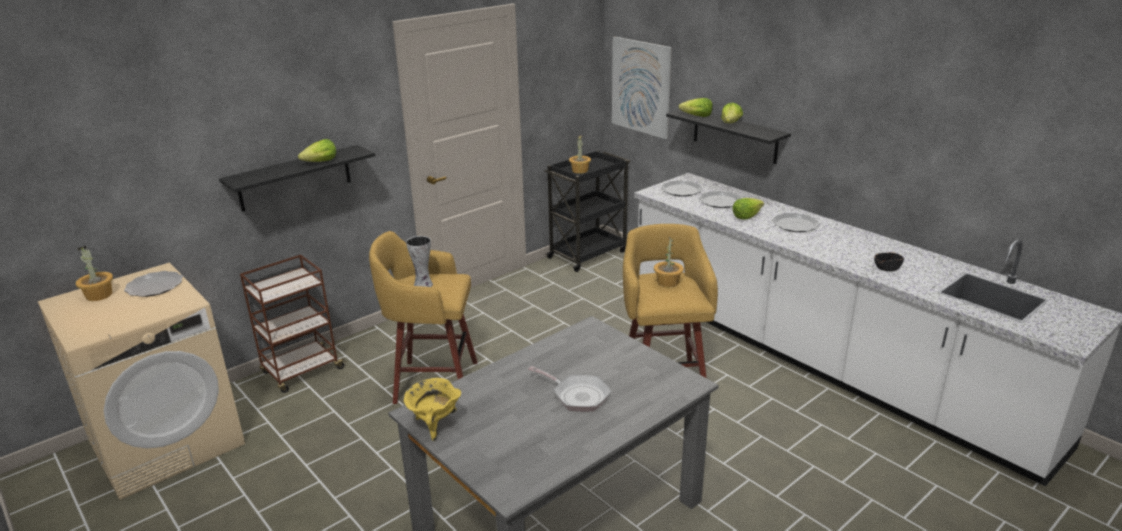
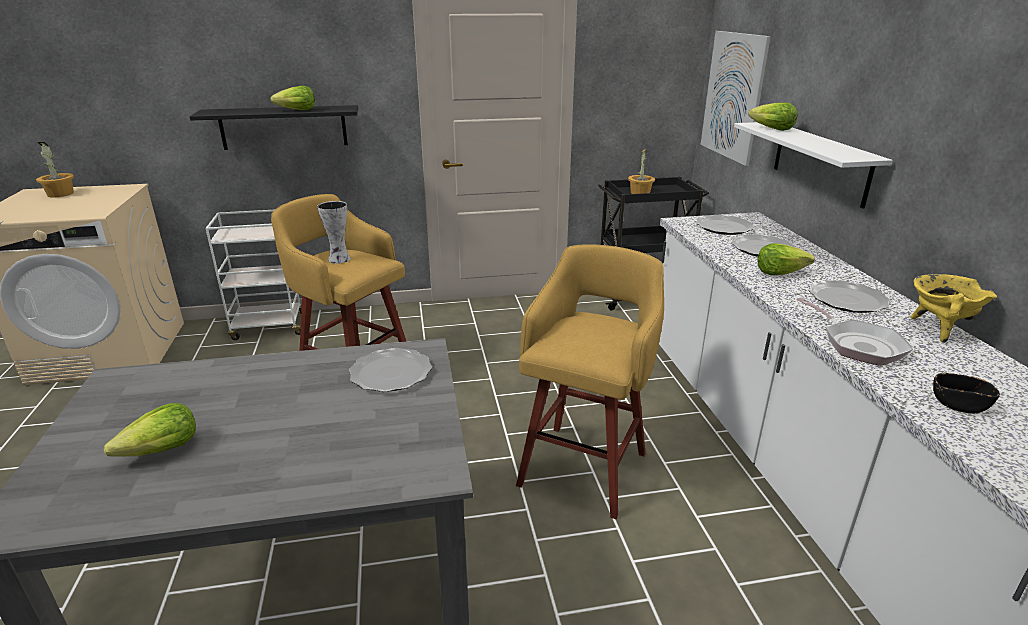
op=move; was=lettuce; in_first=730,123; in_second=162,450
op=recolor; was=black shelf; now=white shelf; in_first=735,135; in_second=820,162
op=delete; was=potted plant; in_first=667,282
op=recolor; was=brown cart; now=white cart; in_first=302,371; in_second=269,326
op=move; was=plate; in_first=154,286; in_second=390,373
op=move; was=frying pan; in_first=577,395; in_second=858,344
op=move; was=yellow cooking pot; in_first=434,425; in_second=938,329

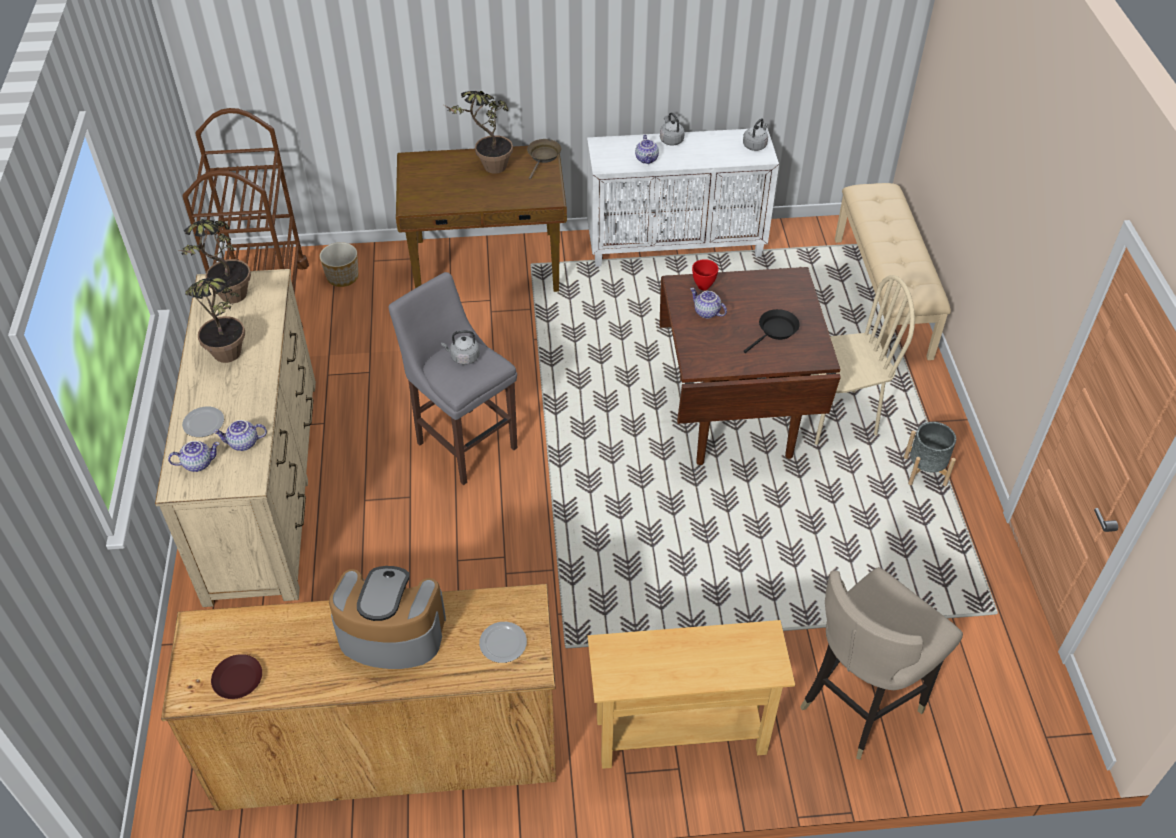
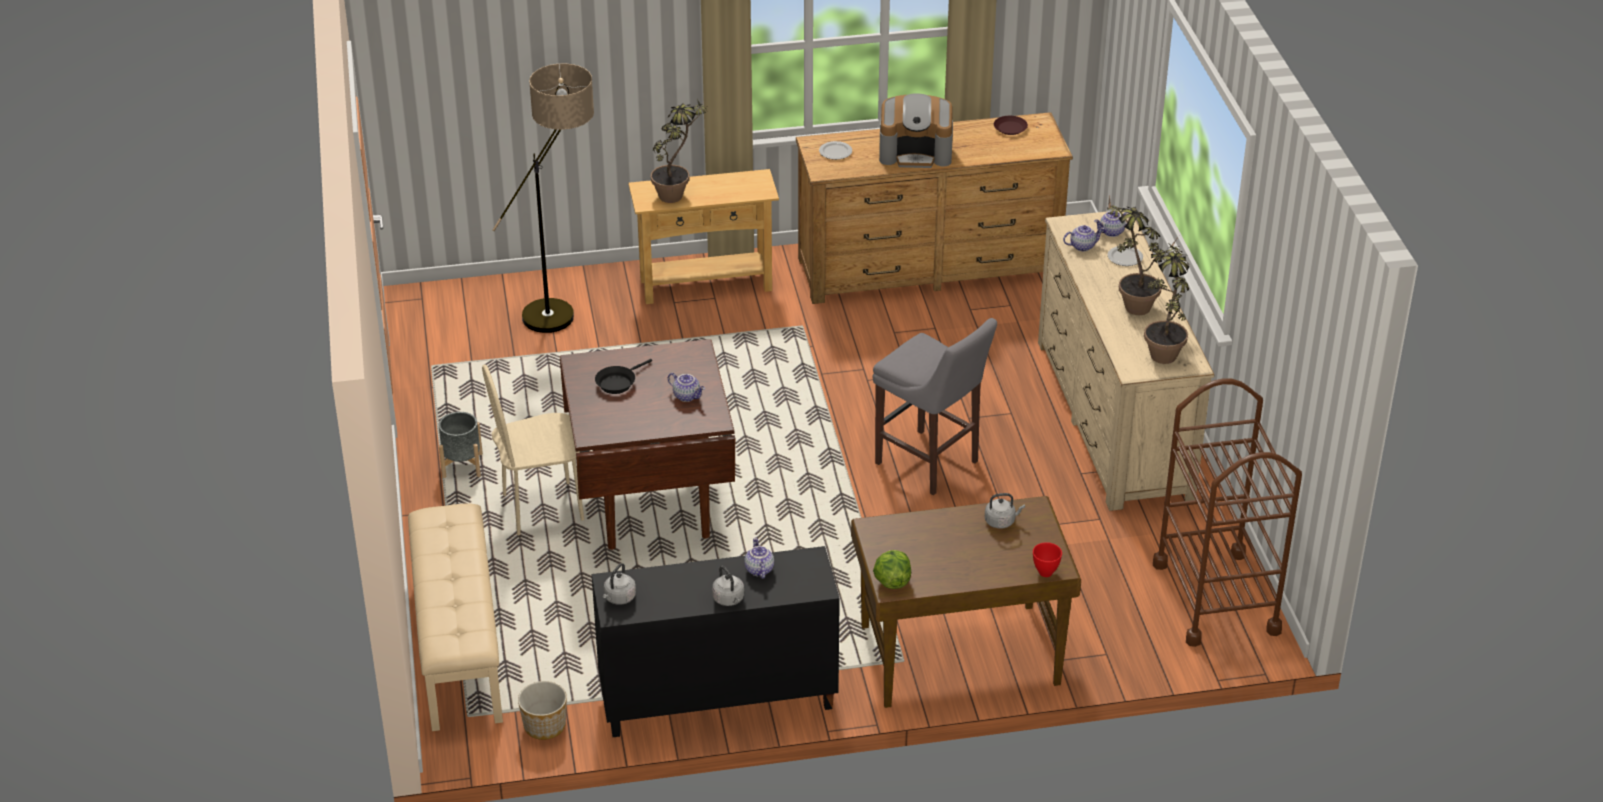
op=move; was=potted plant; in_first=487,170; in_second=677,193
op=recolor; was=white cabinet; now=black cabinet; in_first=676,245; in_second=716,700
op=replace; was=brown frying pan; now=lettuce; in_first=543,157; in_second=892,581
op=move; was=planter; in_first=343,277; in_second=544,726
op=move; was=red bowl; in_first=704,286; in_second=1044,572
op=move; was=grey kettle; in_first=463,357; in_second=1001,521
op=replace; was=beige stool; now=floor lamp; in_first=859,704; in_second=563,308

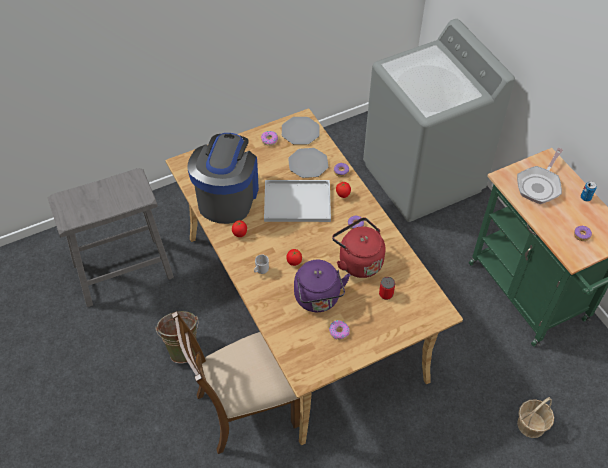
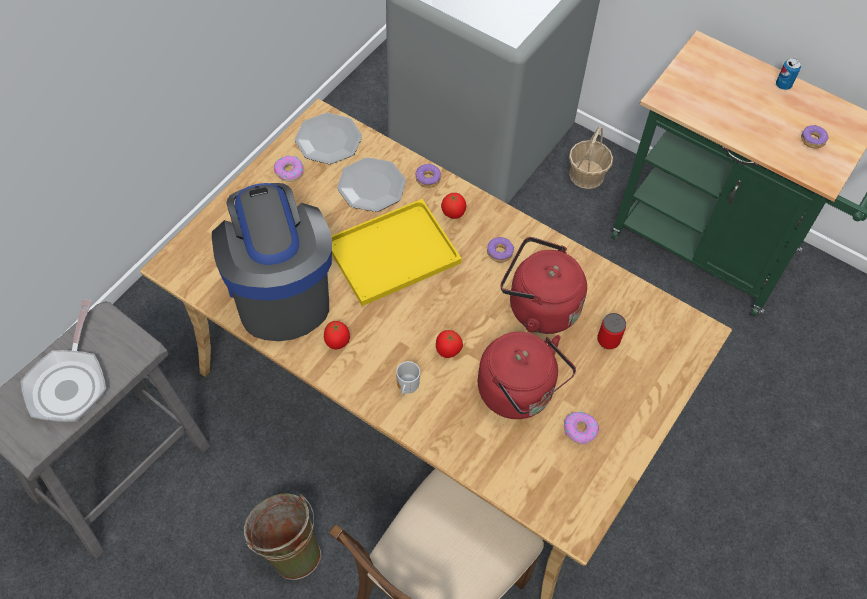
op=move; was=frying pan; in_first=539,185; in_second=69,383
op=recolor; was=white tray; now=yellow tray; in_first=296,202; in_second=391,255
op=recolor; was=purple kettle; now=red kettle; in_first=318,299; in_second=519,393
op=move; was=basket; in_first=531,424; in_second=587,175

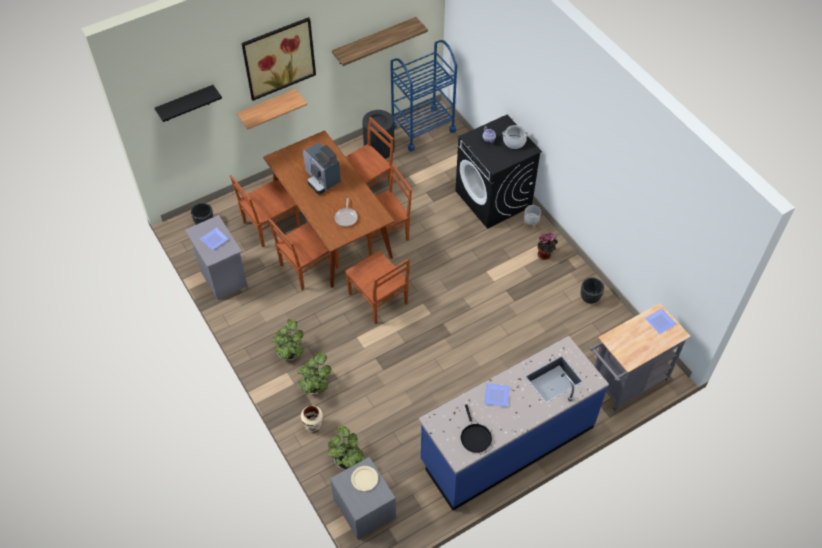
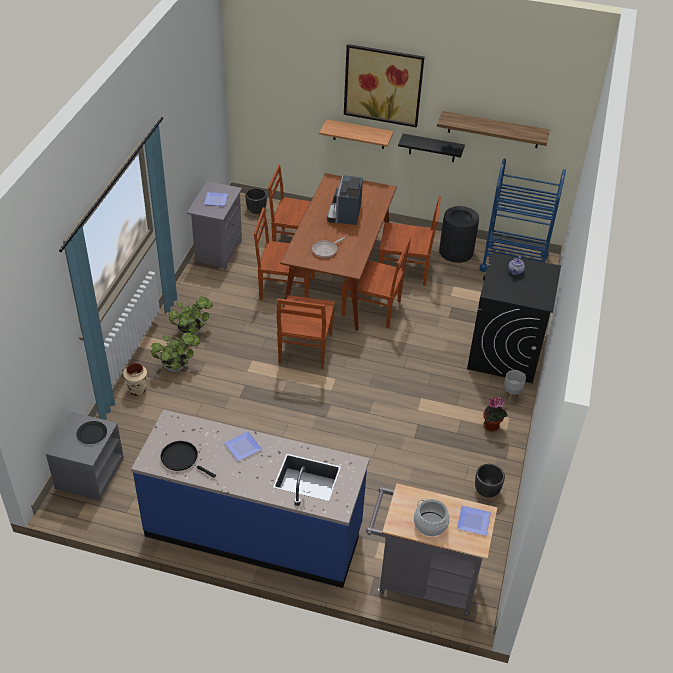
op=move; was=black shelf; in_first=186,104; in_second=432,148
op=move; was=cooking pot; in_first=514,142; in_second=430,524
op=rotate; was=black frying pan; in_first=475,437; in_second=182,459; clockwise=90
op=delete; was=potted plant; in_first=347,460
op=recolor; was=beige plate; now=black plate; in_first=364,478; in_second=92,433

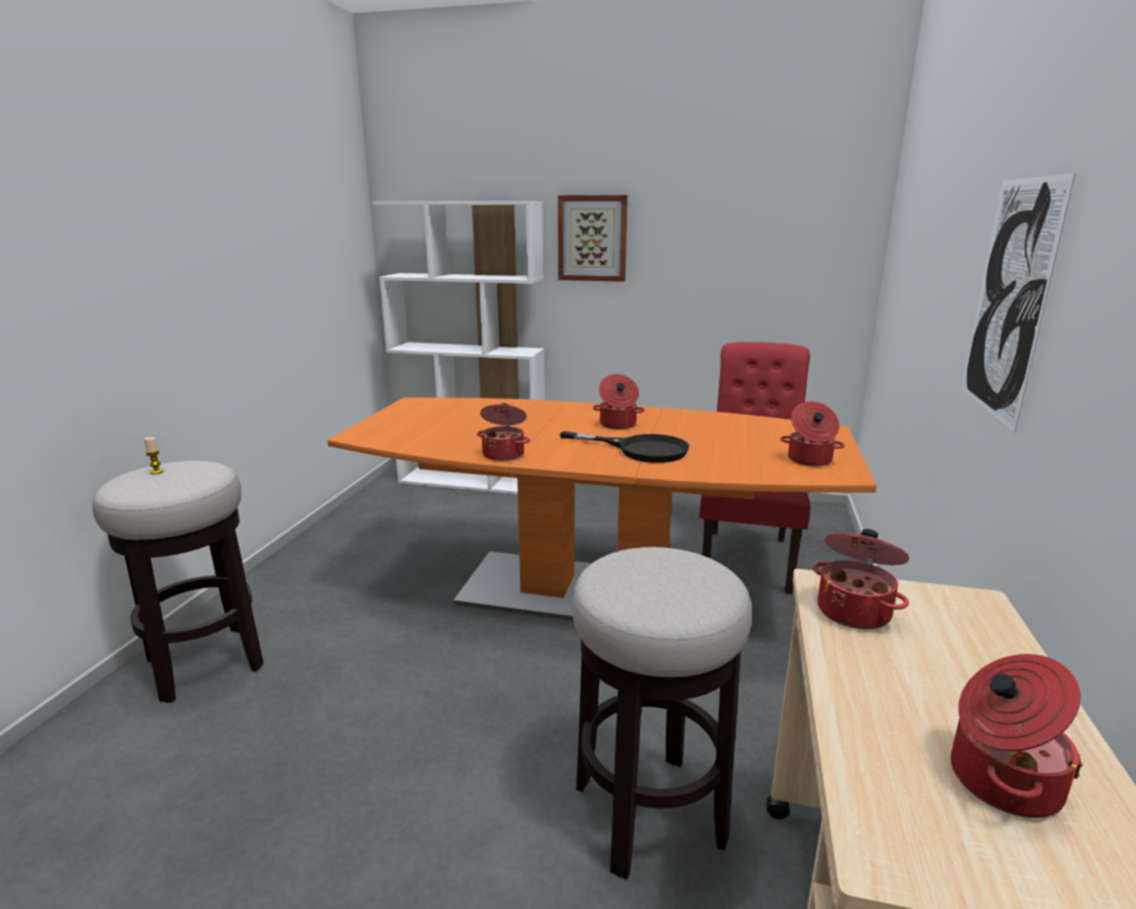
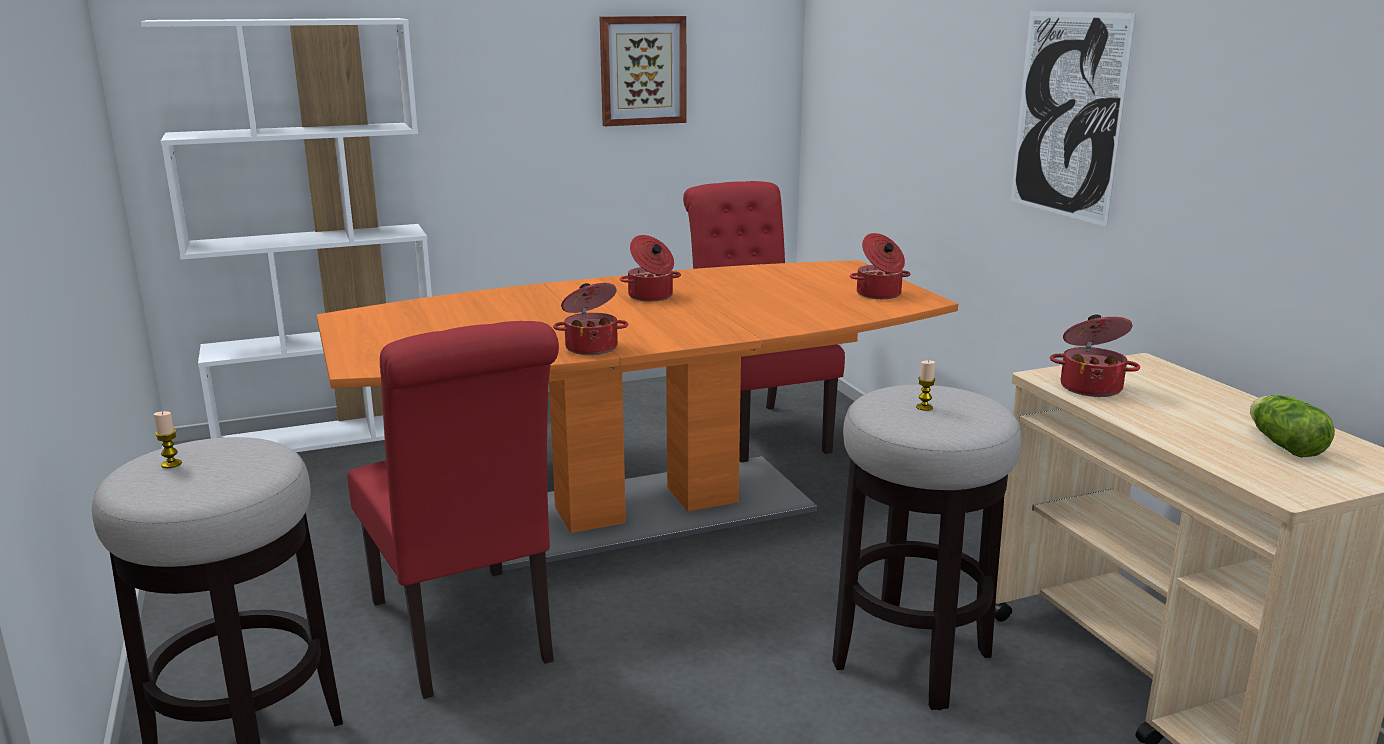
op=move; was=picture; in_first=592,238; in_second=642,70
op=delete; was=black frying pan; in_first=640,449
op=replace; was=cooking pot; now=lettuce; in_first=1000,779; in_second=1282,444
op=insert; now=red chair; in_second=466,636
op=insert; now=candle; in_second=924,407

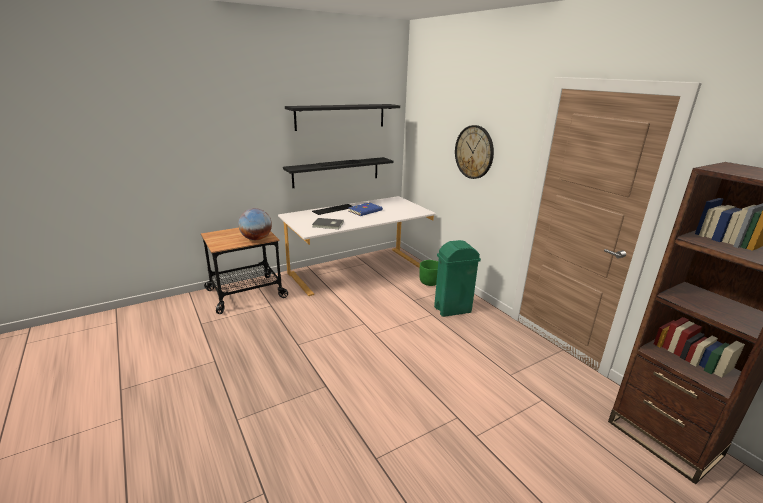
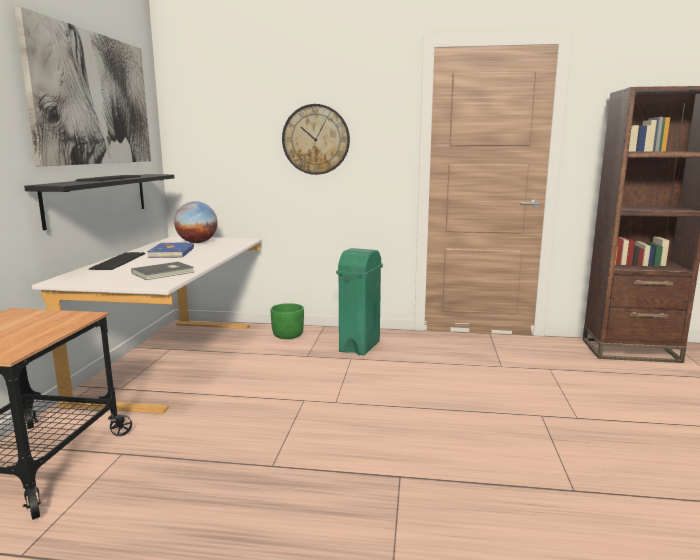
op=replace; was=black shelf; now=picture; in_first=340,116; in_second=93,99
op=move; was=globe; in_first=256,239; in_second=197,242

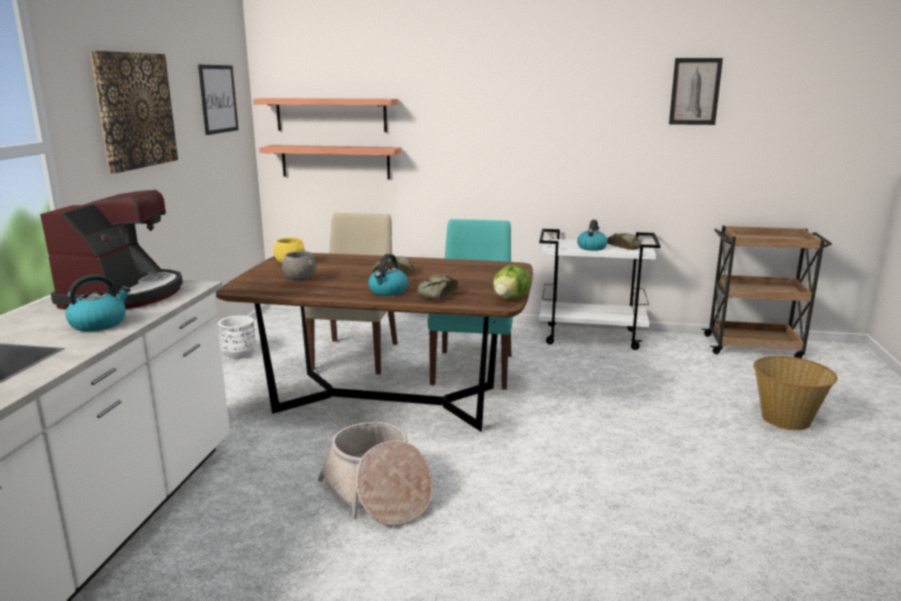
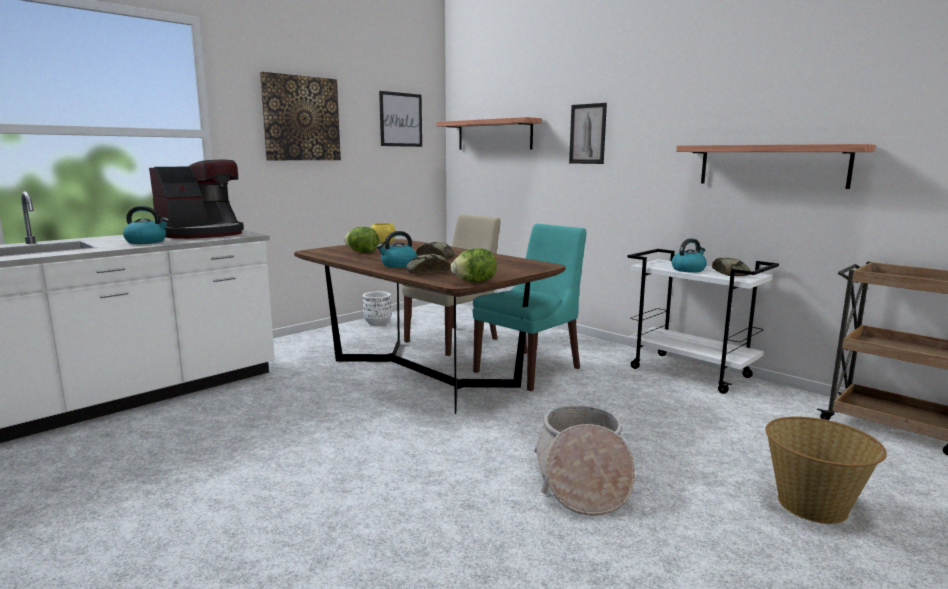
op=move; was=picture; in_first=695,91; in_second=587,134
op=move; was=shelf; in_first=335,162; in_second=771,165
op=replace; was=grey bowl; now=lettuce; in_first=300,280; in_second=362,252
op=move; was=basket; in_first=378,494; in_second=581,480

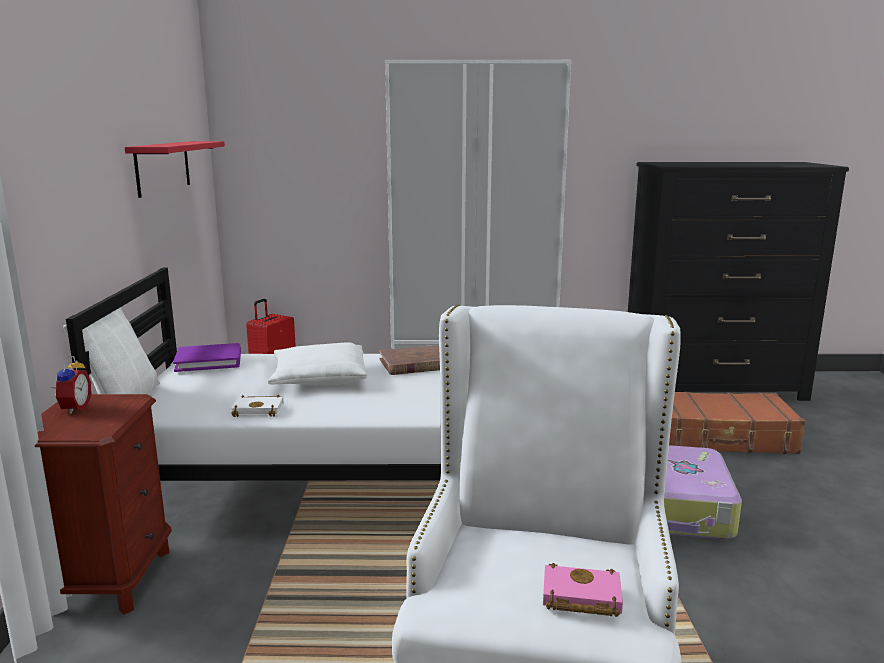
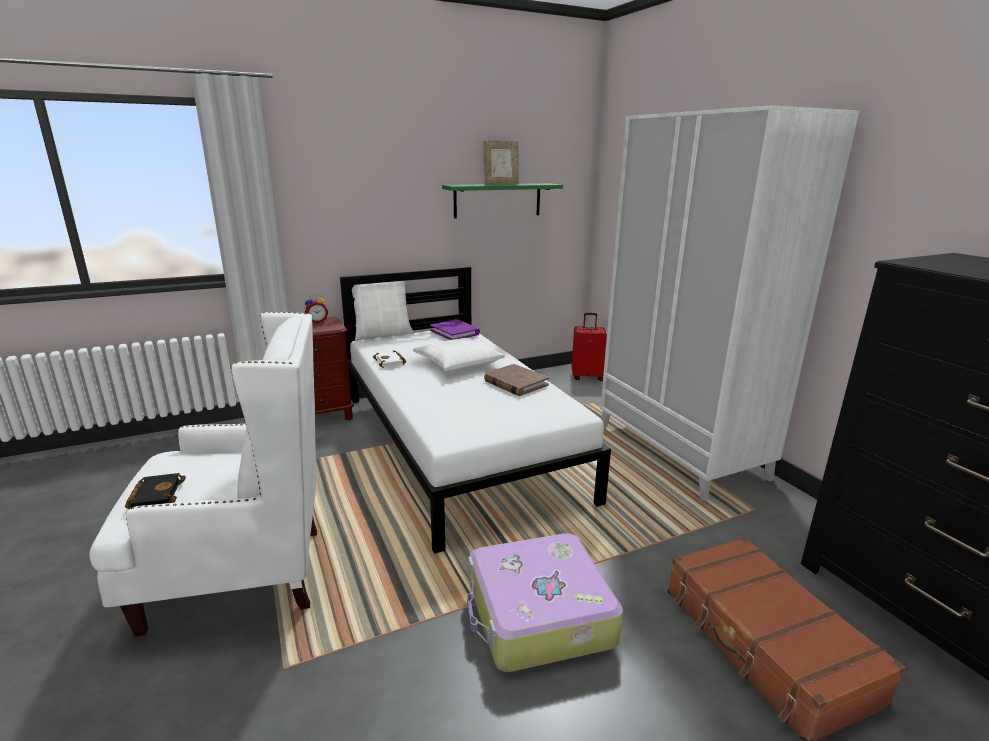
op=recolor; was=red shelf; now=green shelf; in_first=163,167; in_second=497,200
op=recolor; was=pink book; now=black book; in_first=579,598; in_second=155,495
op=insert; now=picture frame; in_second=501,184

